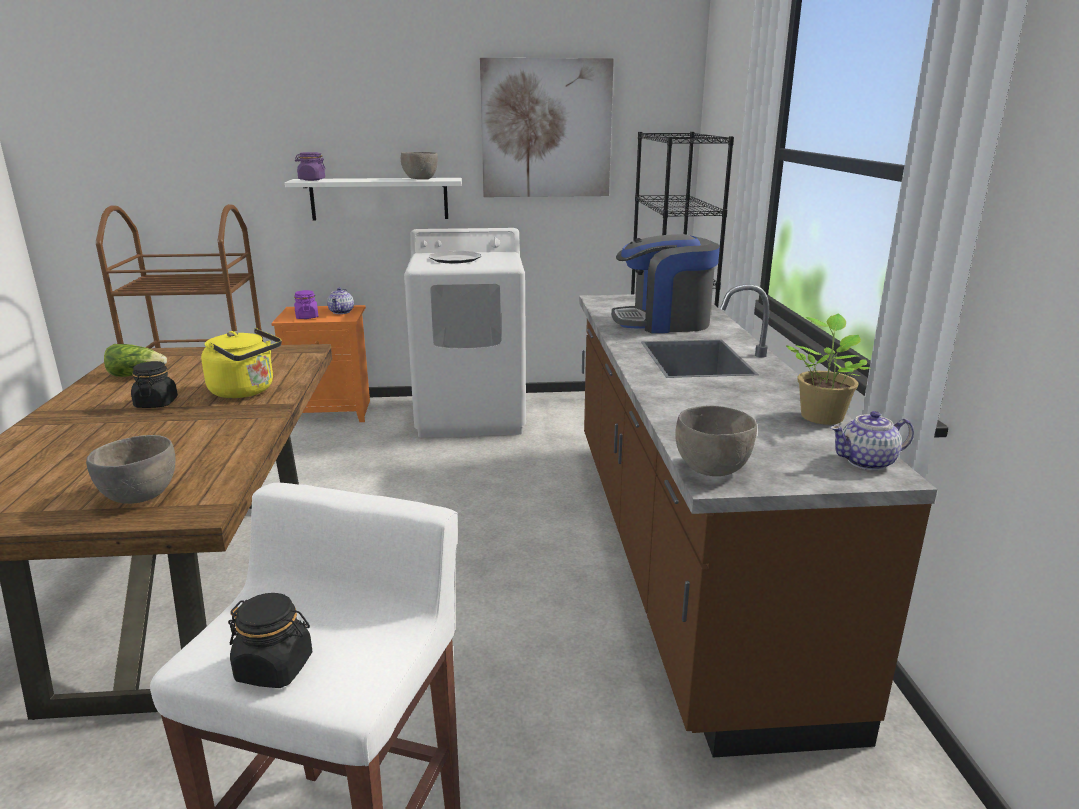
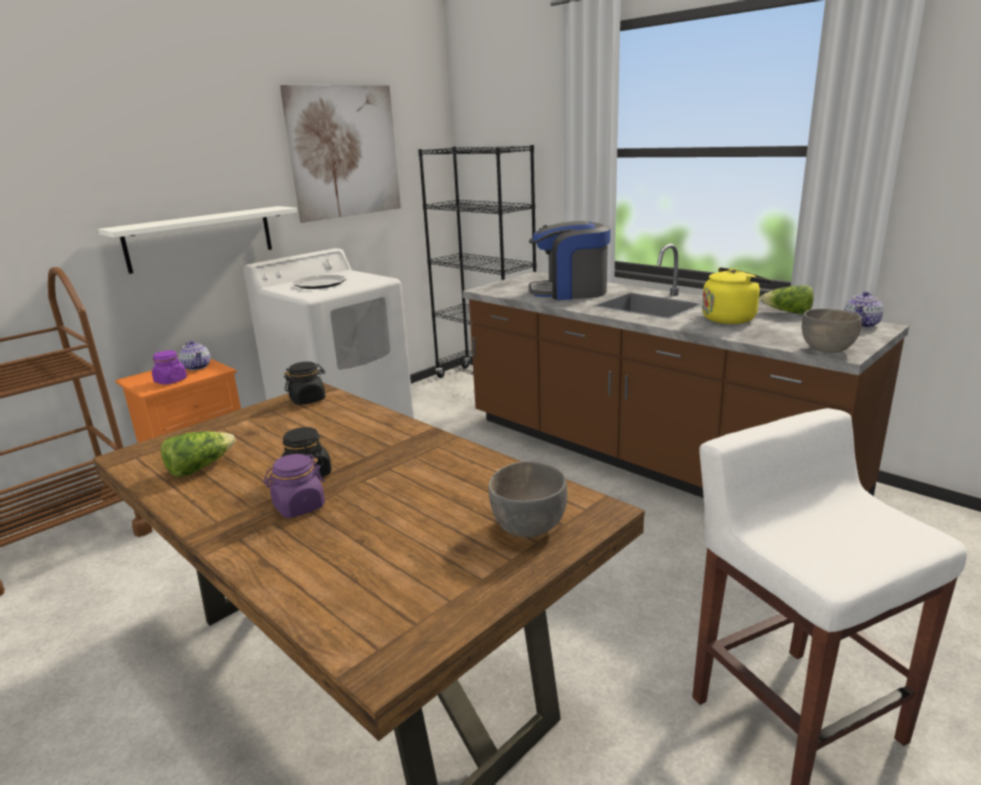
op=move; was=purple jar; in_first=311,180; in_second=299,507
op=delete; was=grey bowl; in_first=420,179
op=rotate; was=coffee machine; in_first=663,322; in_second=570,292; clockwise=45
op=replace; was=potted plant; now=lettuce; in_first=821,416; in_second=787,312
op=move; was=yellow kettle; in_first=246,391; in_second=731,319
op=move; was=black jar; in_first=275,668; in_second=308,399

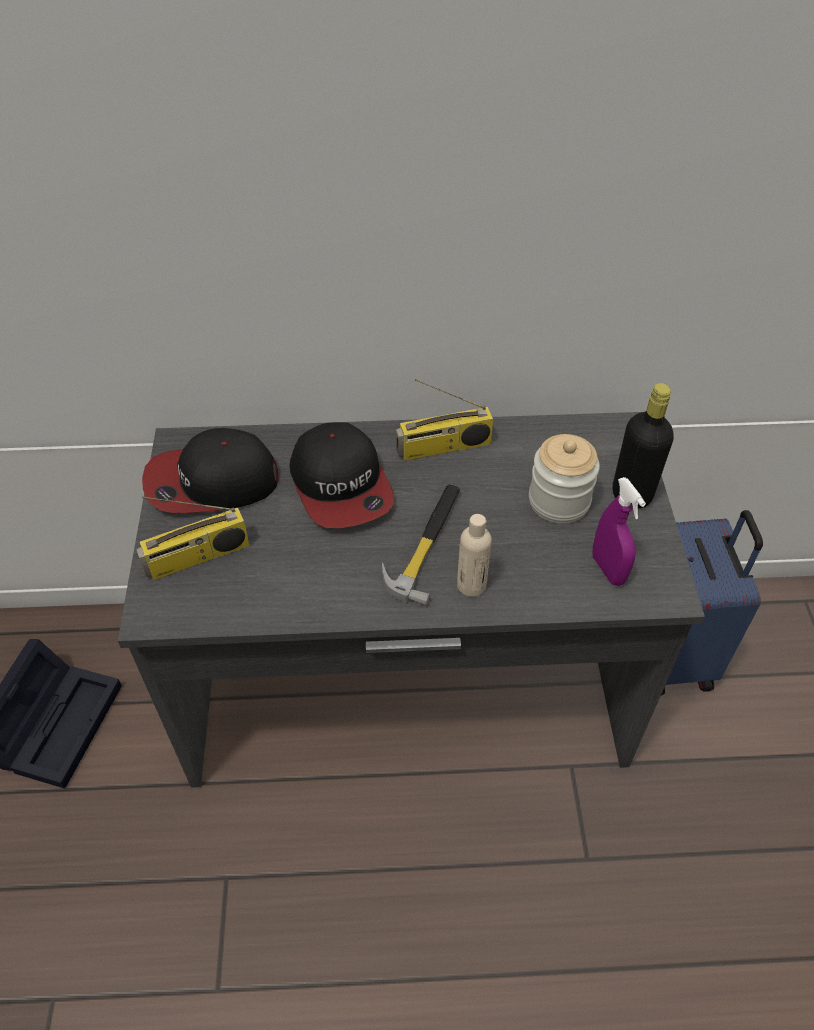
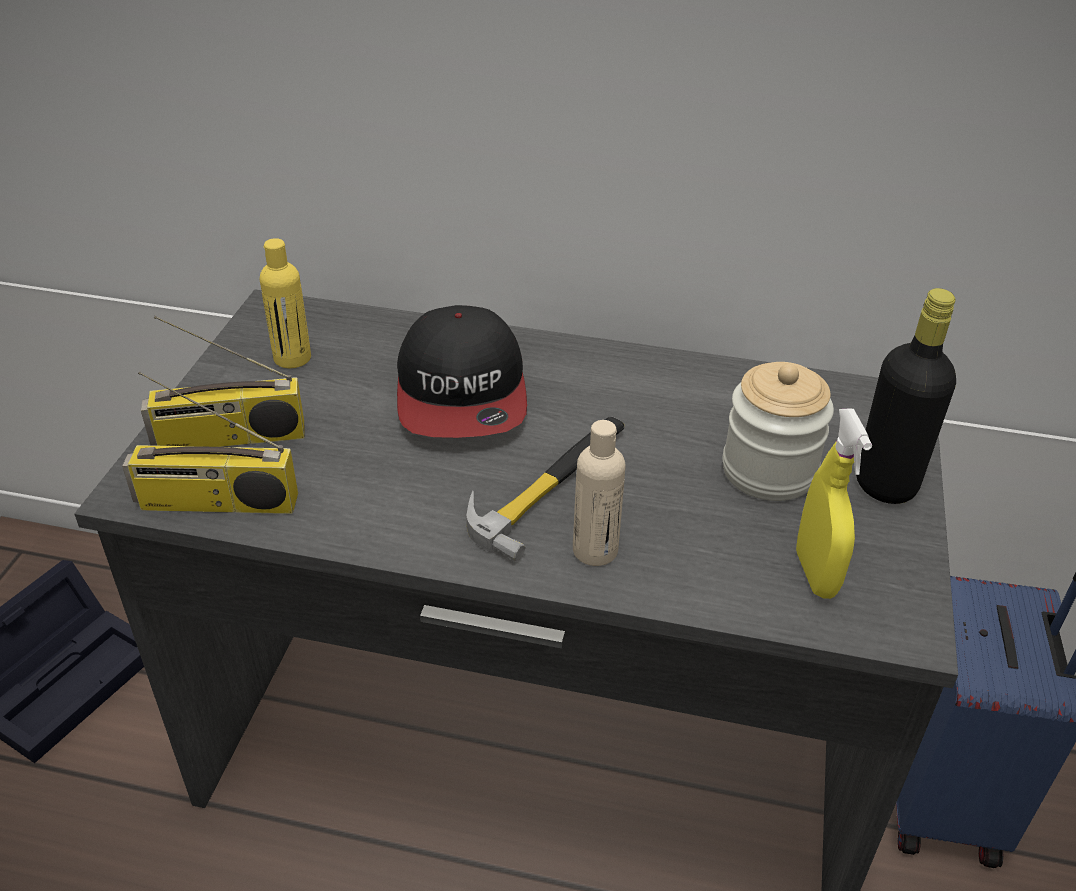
op=move; was=radio; in_first=443,448; in_second=215,503
op=replace; was=cap; now=yellow bottle; in_first=211,482; in_second=292,358
op=recolor; was=purple spray bottle; now=yellow spray bottle; in_first=608,569; in_second=815,574

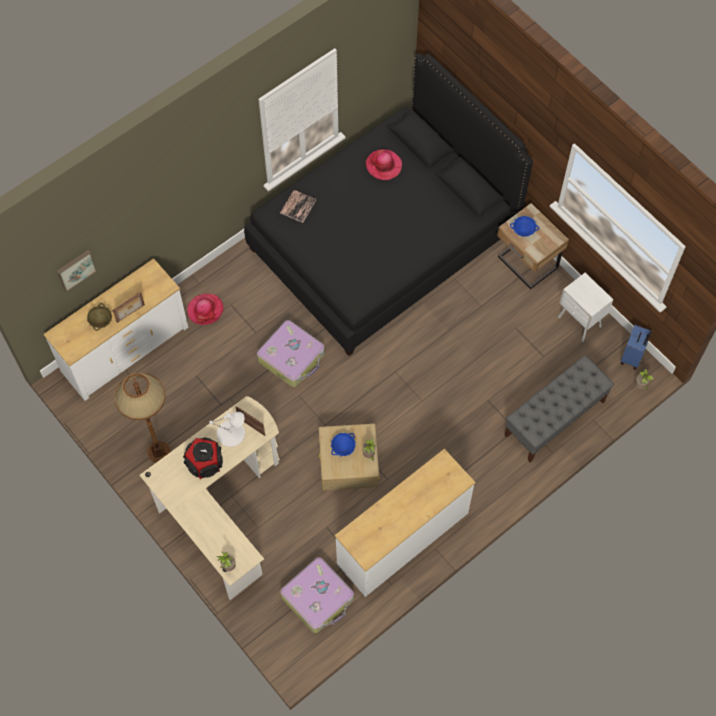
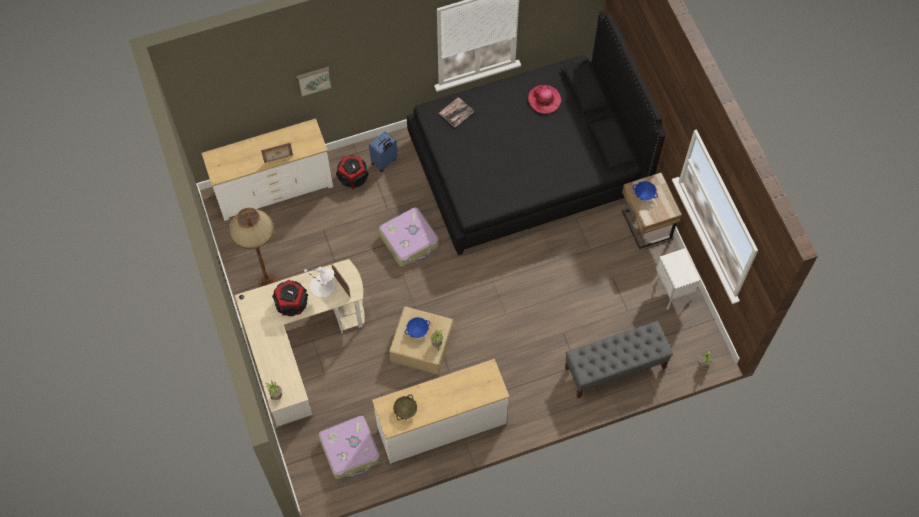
op=move; was=picture; in_first=75,269; in_second=313,80
op=replace; was=hat; now=speaker; in_first=205,310; in_second=353,177
op=move; was=beige bowl; in_first=101,321; in_second=405,410
op=move; was=blue suitcase; in_first=632,357; in_second=384,162

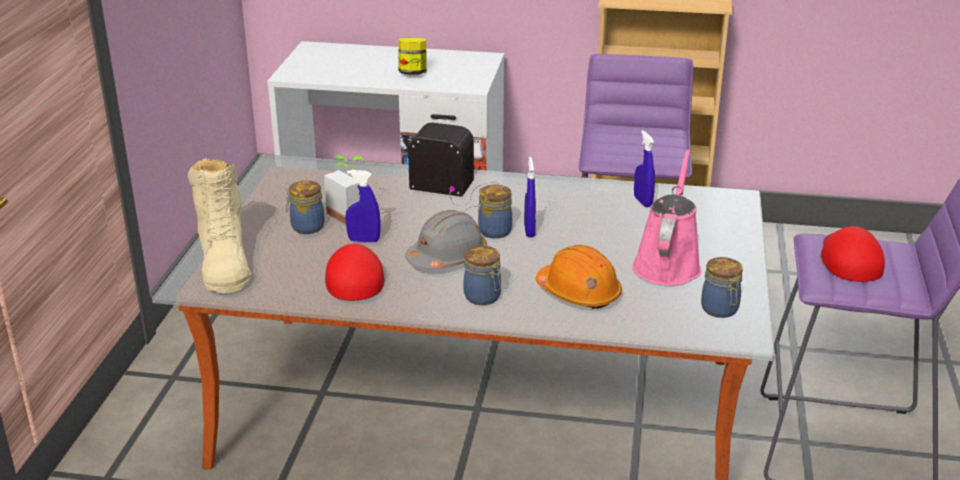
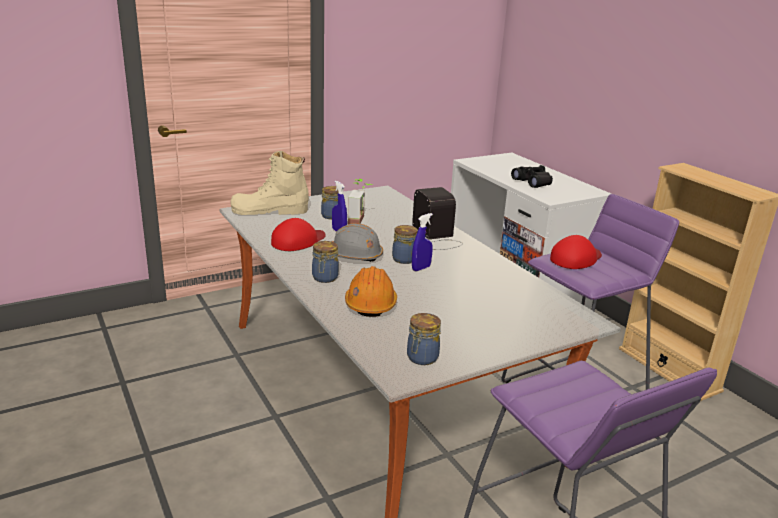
op=replace; was=jar; now=black binoculars; in_first=412,73; in_second=533,182
op=delete; was=blue spray bottle; in_first=642,201
op=delete; was=pink watering can; in_first=667,264
op=rotate; was=beige boot; in_first=224,262; in_second=270,211; clockwise=45
op=move; was=red cap; in_first=849,259; in_second=576,258

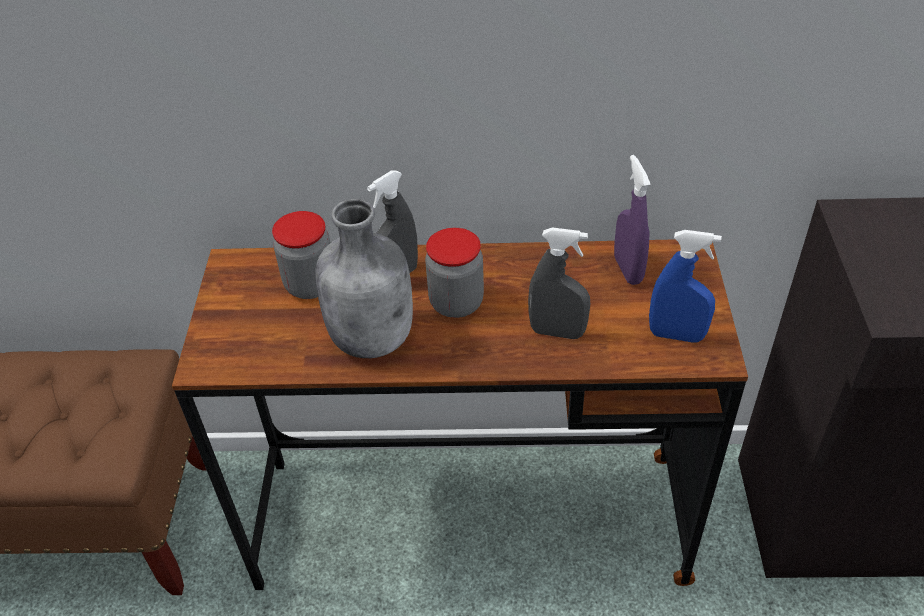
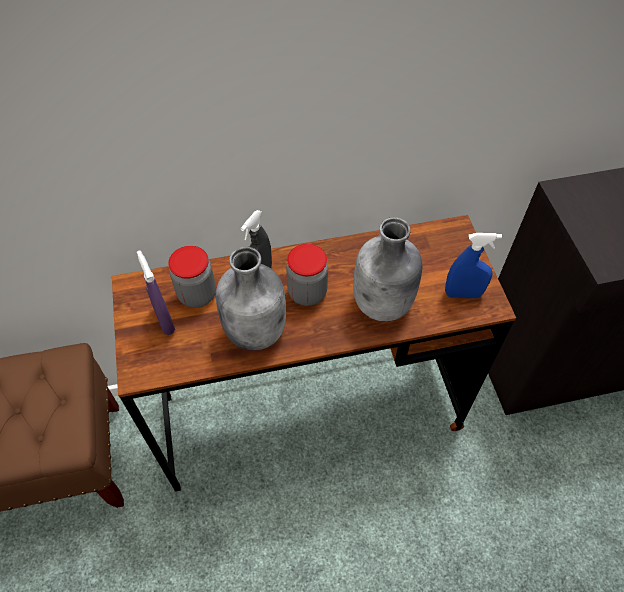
op=move; was=purple spray bottle; in_first=628,270; in_second=165,321
op=replace; was=grey spray bottle; now=grey bottle; in_first=557,332; in_second=383,304

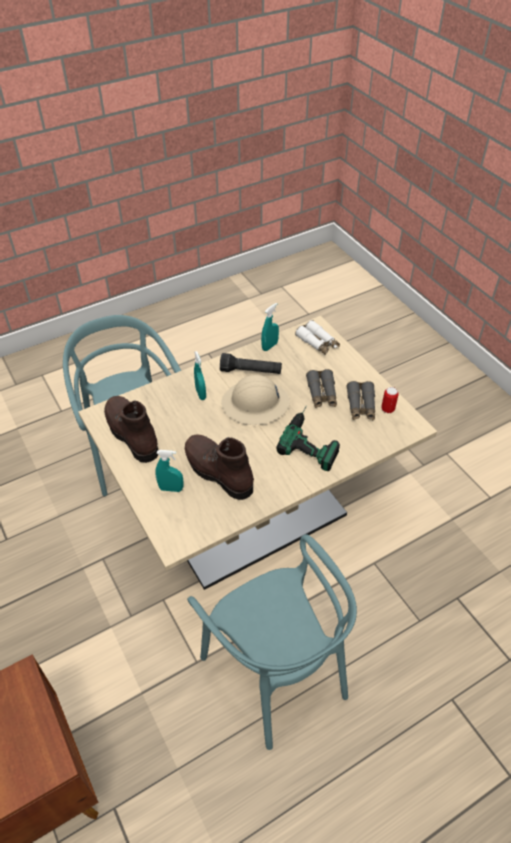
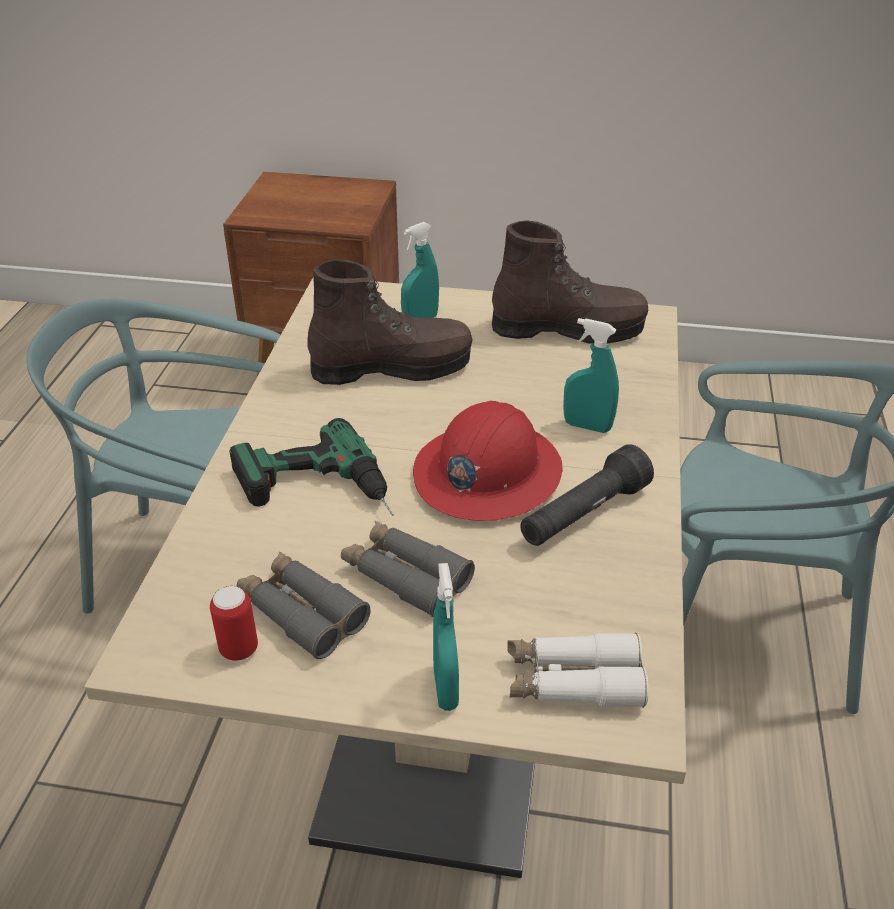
op=move; was=turquoise spray bottle; in_first=269,346; in_second=445,688
op=recolor; was=beige hard hat; now=red hard hat; in_first=255,404; in_second=486,474

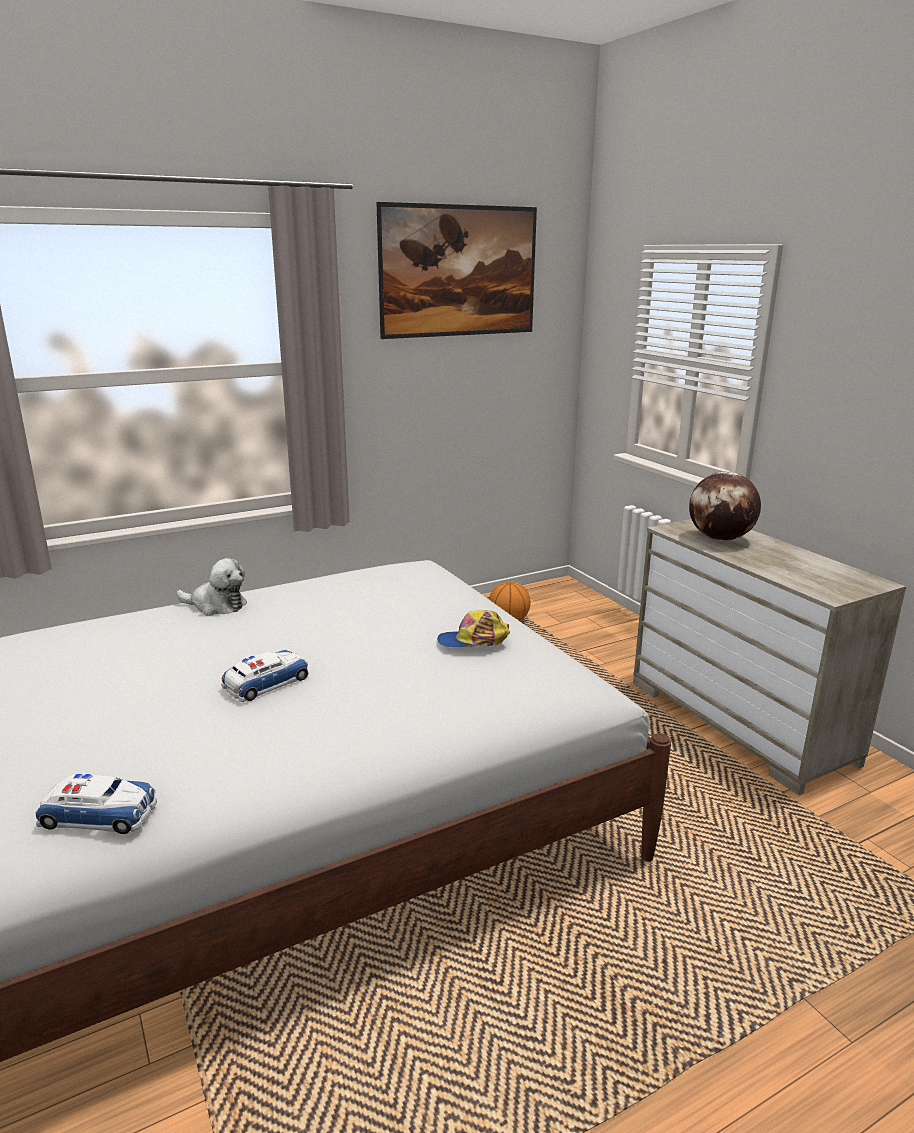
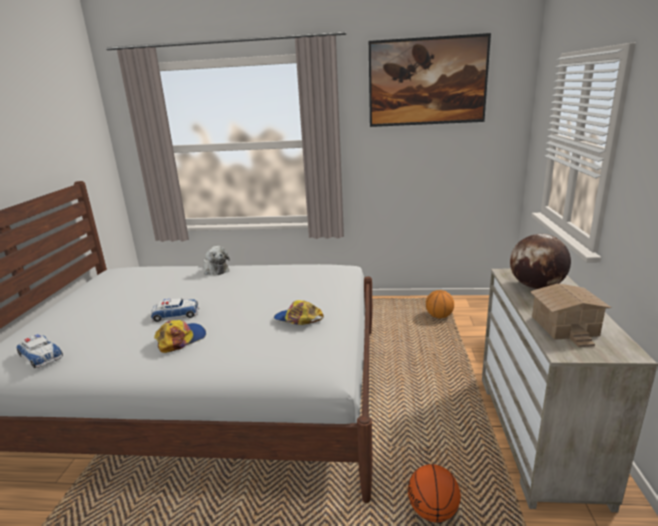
op=insert; now=toy house; in_second=565,326
op=insert; now=cap; in_second=181,339
op=insert; now=basketball; in_second=433,511

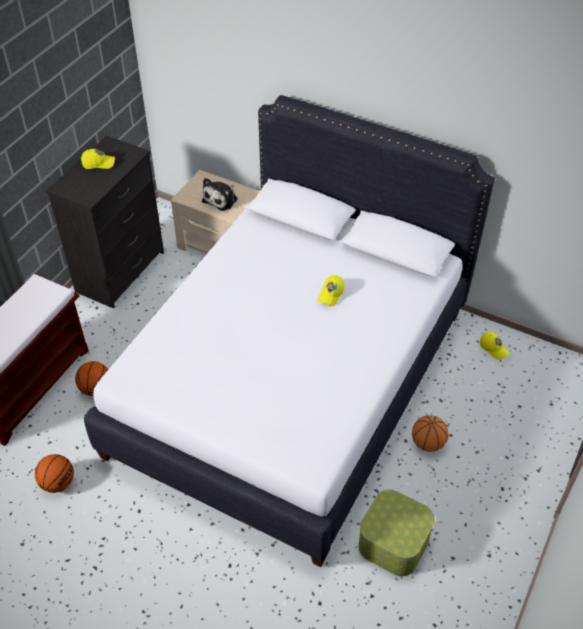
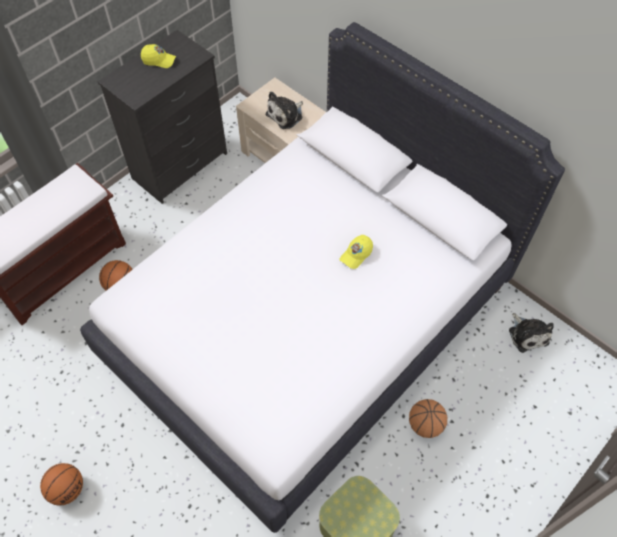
op=replace; was=yellow cap; now=plush toy; in_first=493,349; in_second=527,334
op=move; was=basketball; in_first=58,483; in_second=67,489

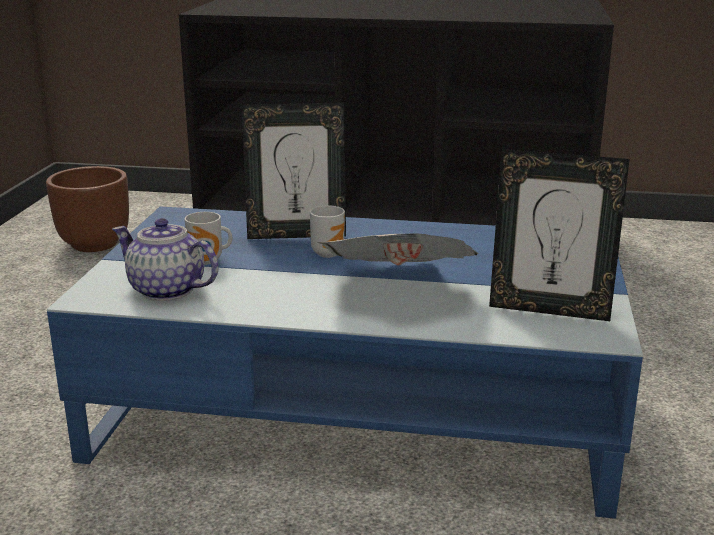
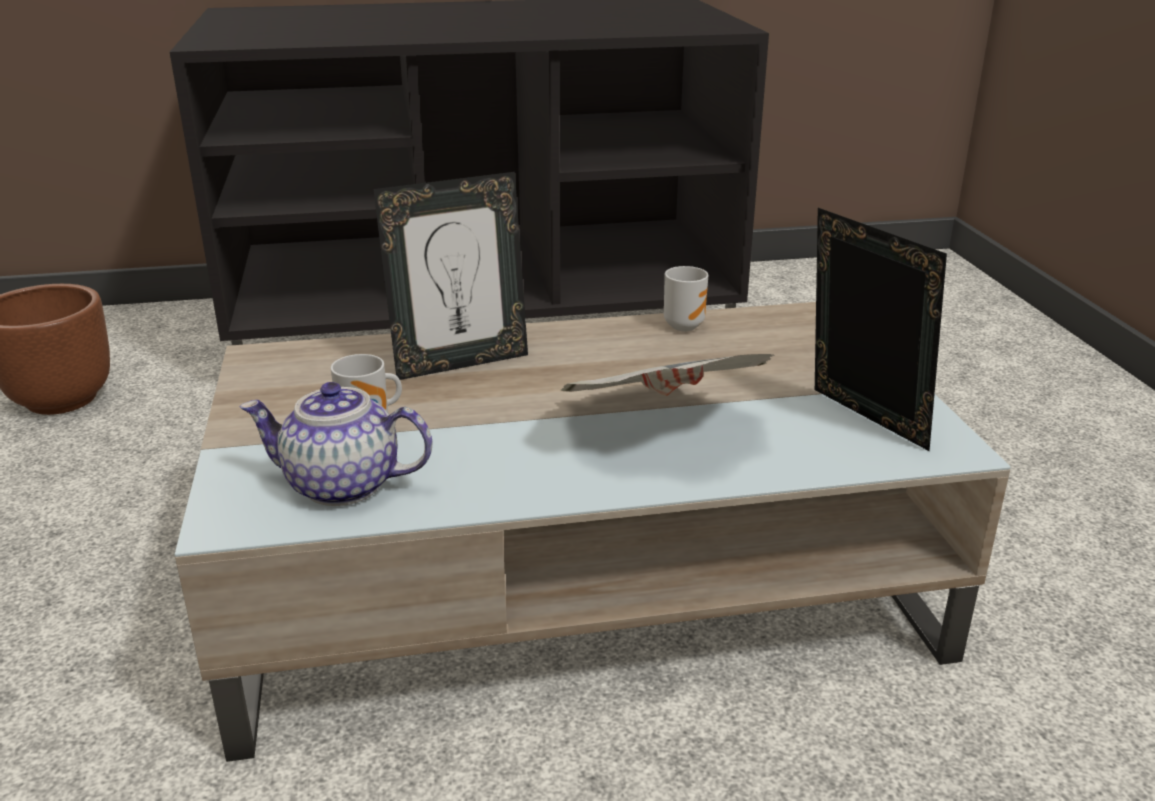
op=rotate; was=picture frame; in_first=549,309; in_second=860,422; clockwise=-120
op=move; was=mug; in_first=329,253; in_second=683,325
op=recolor; was=blue coffee table; now=beige coffee table; in_first=357,409; in_second=577,582

